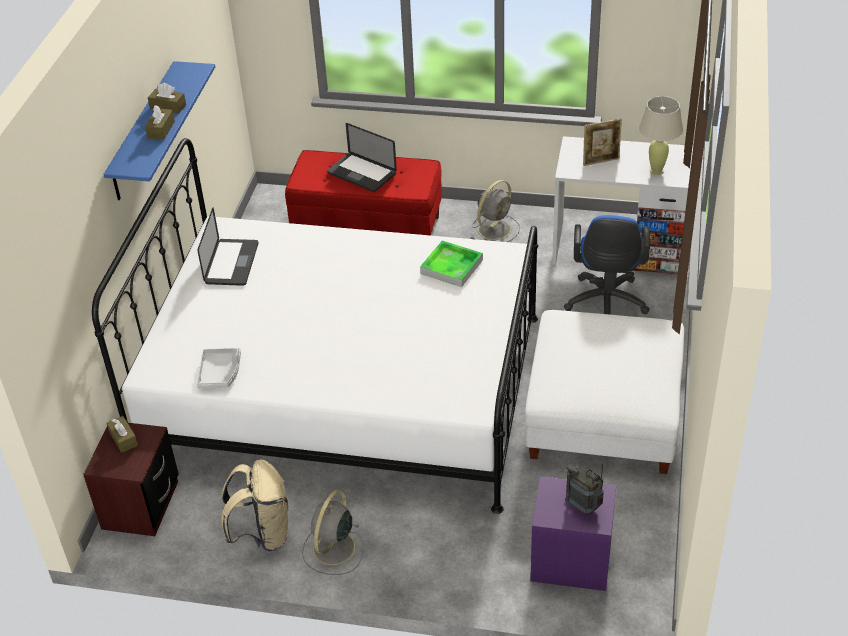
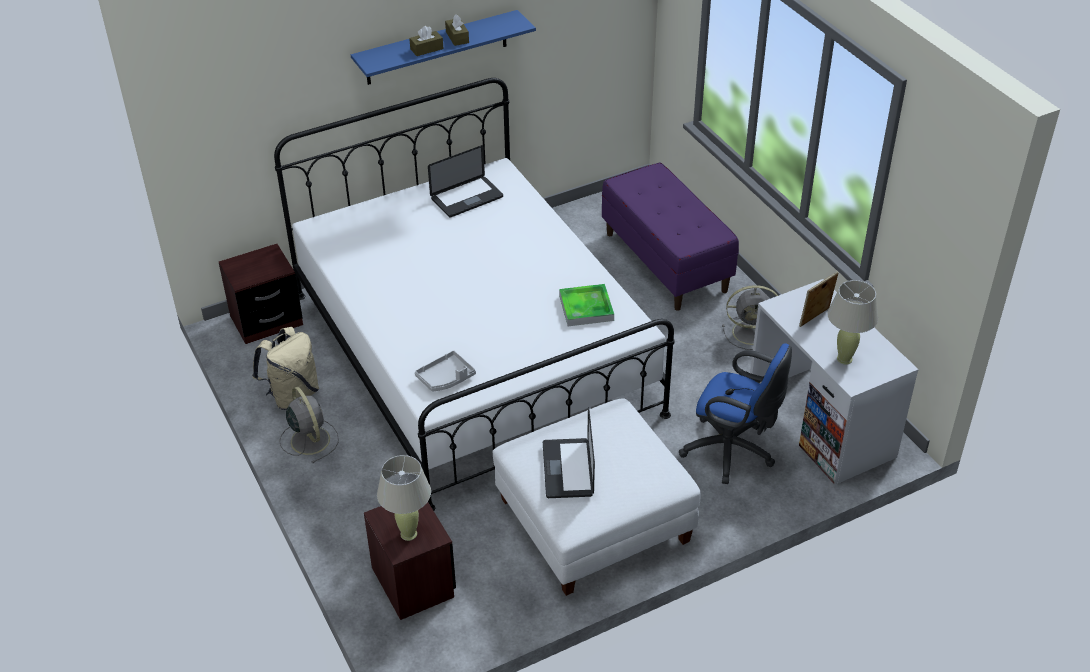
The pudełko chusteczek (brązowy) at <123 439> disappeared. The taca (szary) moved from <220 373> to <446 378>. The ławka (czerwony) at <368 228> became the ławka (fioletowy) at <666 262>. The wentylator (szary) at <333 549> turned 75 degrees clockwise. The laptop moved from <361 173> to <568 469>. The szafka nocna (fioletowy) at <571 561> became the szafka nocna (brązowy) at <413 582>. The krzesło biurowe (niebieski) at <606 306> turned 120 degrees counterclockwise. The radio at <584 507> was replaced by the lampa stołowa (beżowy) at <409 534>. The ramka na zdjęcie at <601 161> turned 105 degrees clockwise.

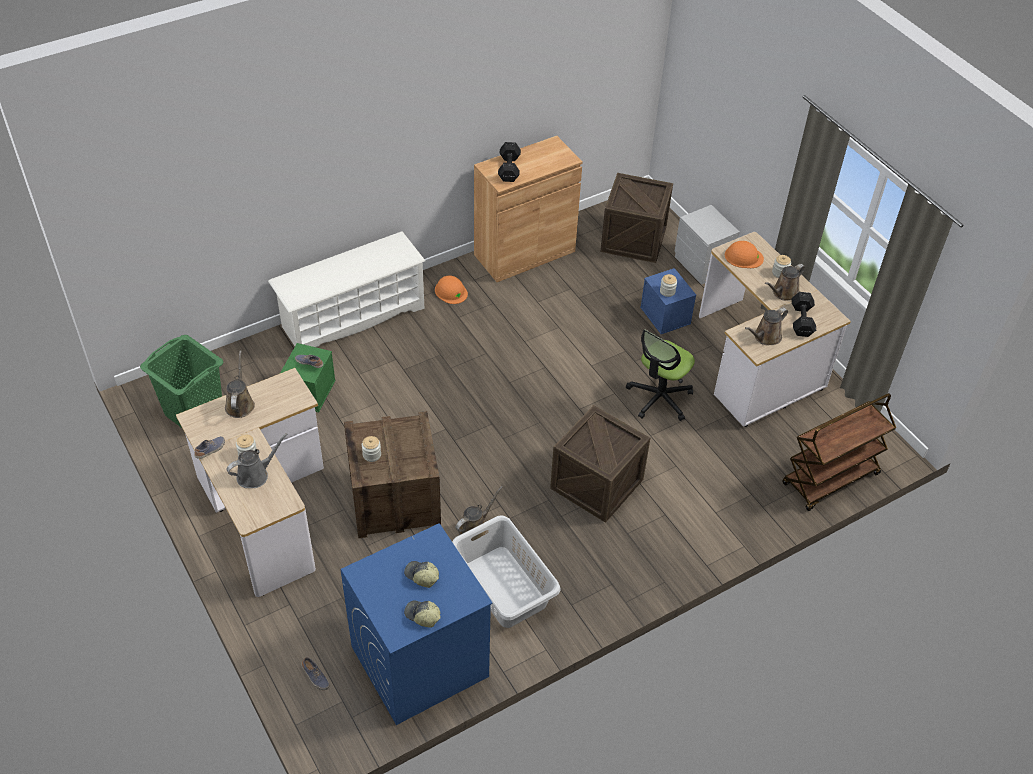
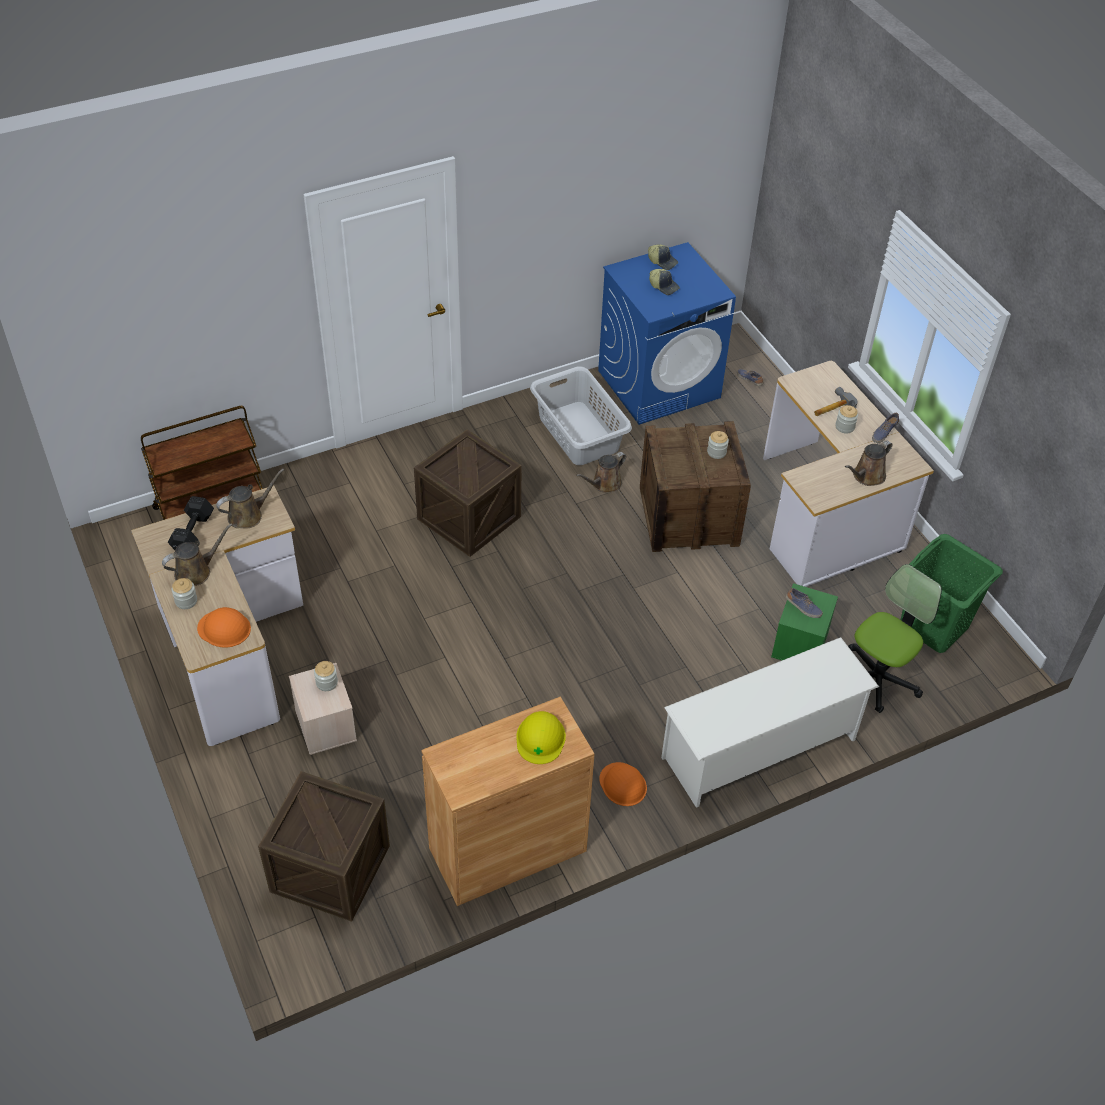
The konewka (brązowy) at <240 404> turned 45 degrees clockwise. The konewka (szary) at <255 475> was replaced by the młotek at <832 407>. The hantel (czarny) at <508 169> was replaced by the kask (żółty) at <540 738>. The krzesło biurowe moved from <659 398> to <878 678>. The pojemnik do przechowywania (niebieski) at <666 316> became the pojemnik do przechowywania (beżowy) at <324 724>. The szafka nocna (szary) at <702 264> disappeared.

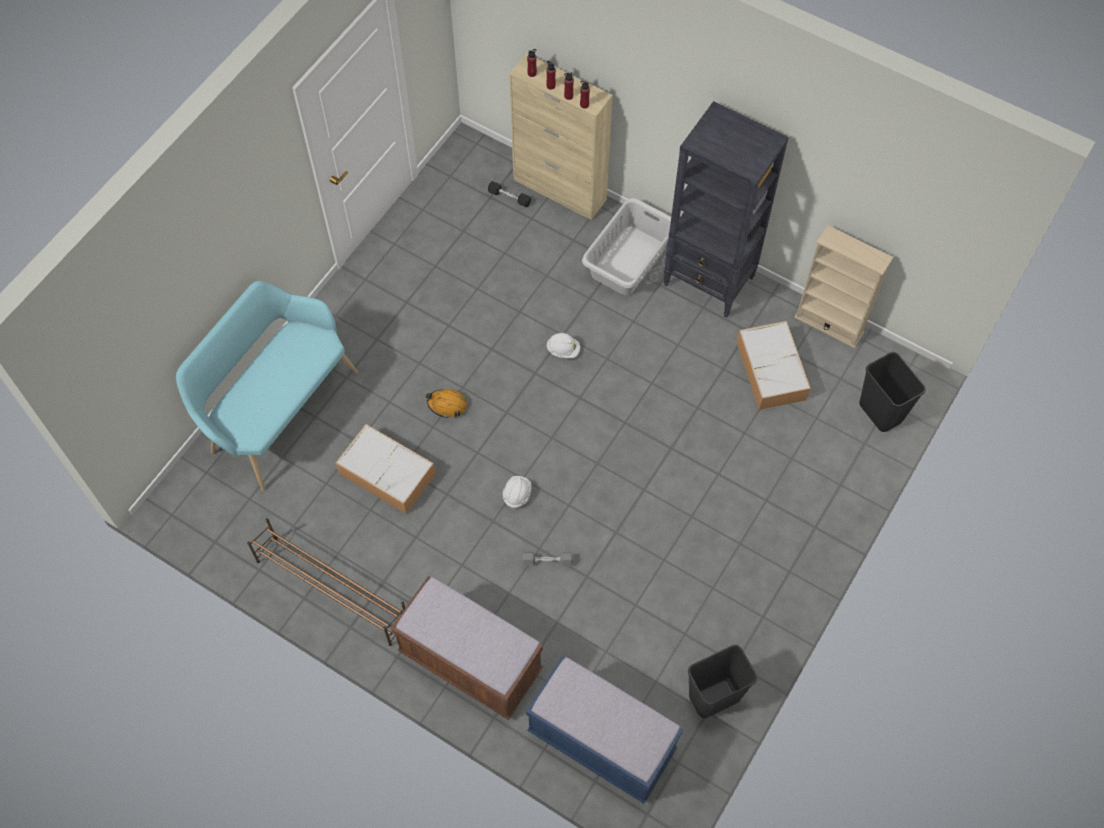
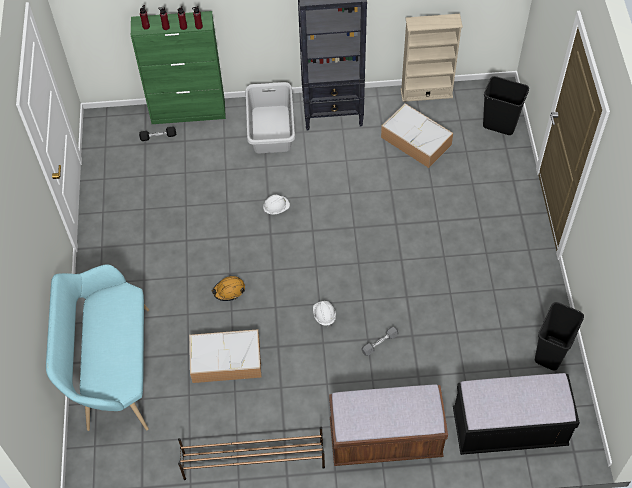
The szafka (beżowy) at <560 190> became the szafka (zielony) at <189 112>. The ławka (niebieski) at <601 741> became the ławka (czarny) at <509 429>.

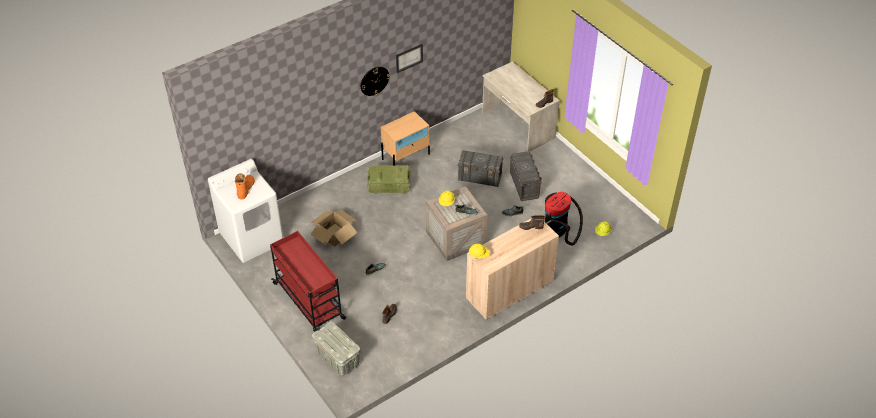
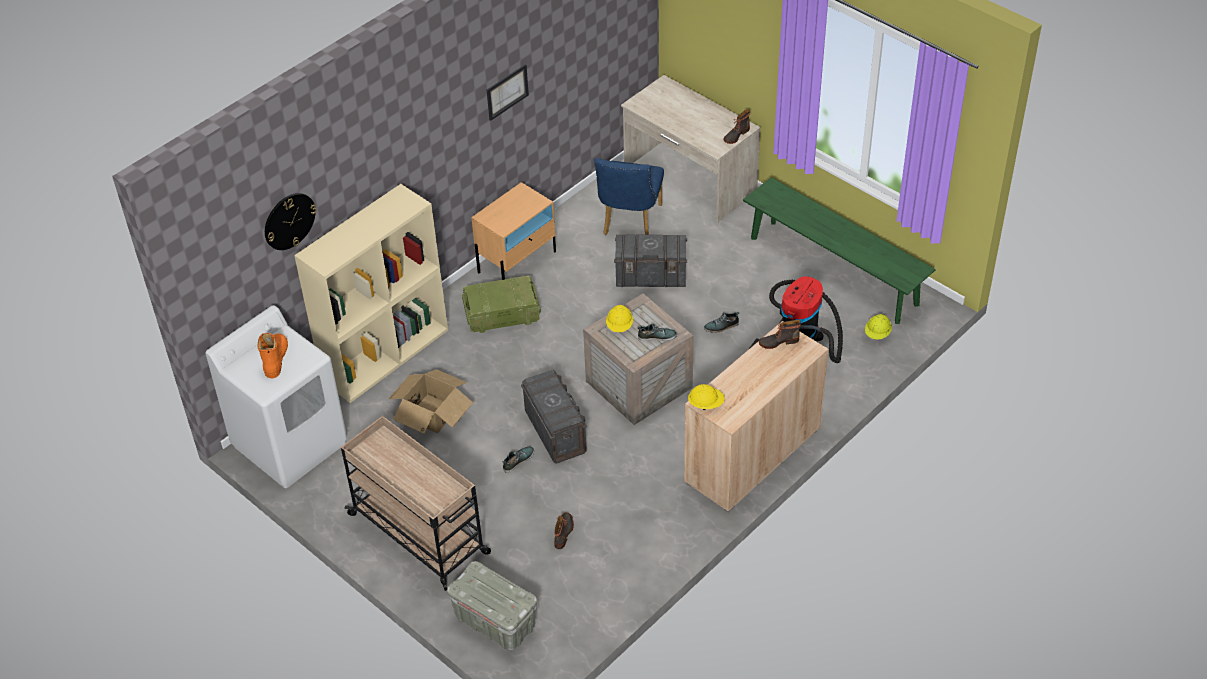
The wózek (czerwony) at <309 301> became the wózek (beżowy) at <420 535>. The zegar ścienny moved from <374 80> to <289 221>. The pojemnik do przechowywania (szary) moved from <524 185> to <555 432>. The regał (beżowy) at <385 354> appeared. The krzesło (niebieski) at <629 223> appeared. The ławka (zielony) at <833 271> appeared.

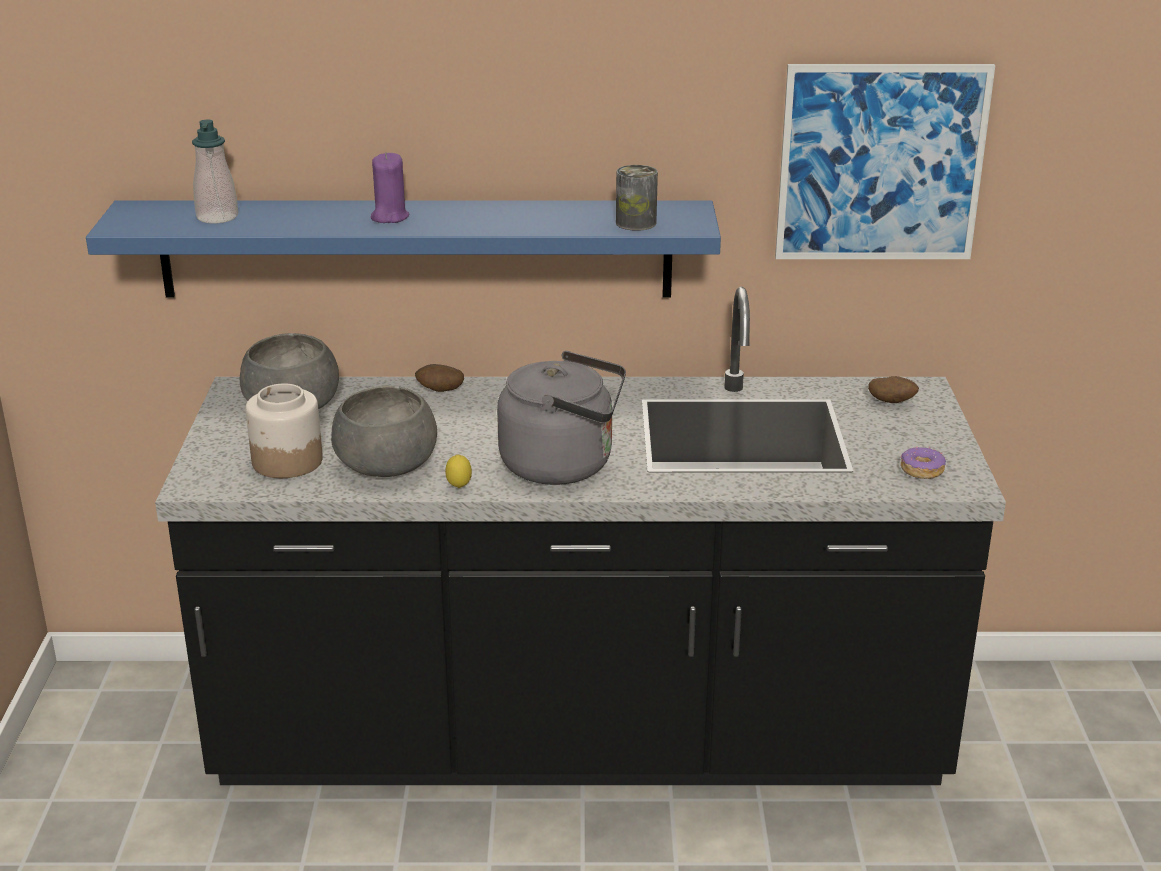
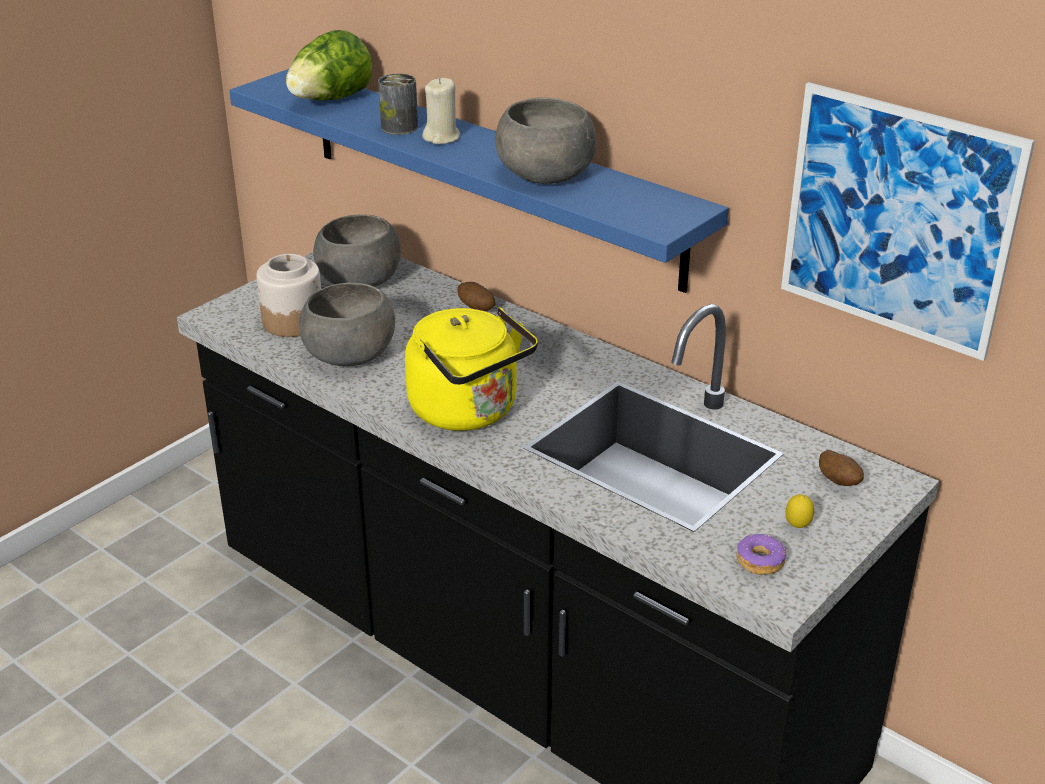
The dozownik mydła at <217 217> was replaced by the sałata at <330 100>. The świeca (fioletowy) at <389 217> became the świeca (beżowy) at <442 138>. The cytryna moved from <459 487> to <797 527>. The czajnik (szary) at <564 465> became the czajnik (żółty) at <469 412>. The puszka moved from <636 223> to <399 127>. The miska (szary) at <546 174> appeared.

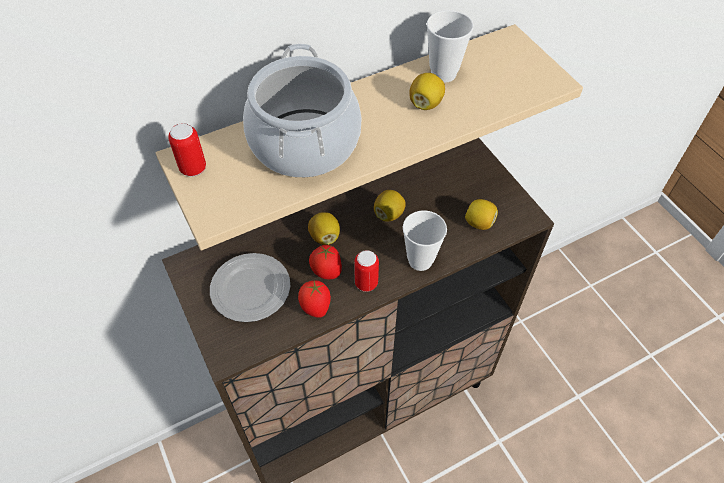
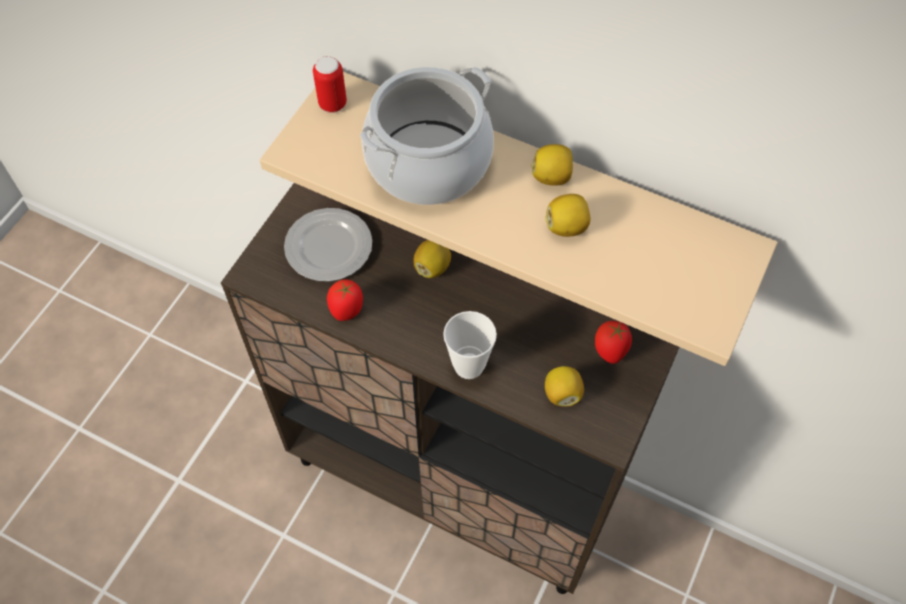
The pomidor moved from <326 272> to <609 351>. The puszka at <366 283> disappeared. The cytryna moved from <389 214> to <552 177>. The filiżanka at <443 74> disappeared.

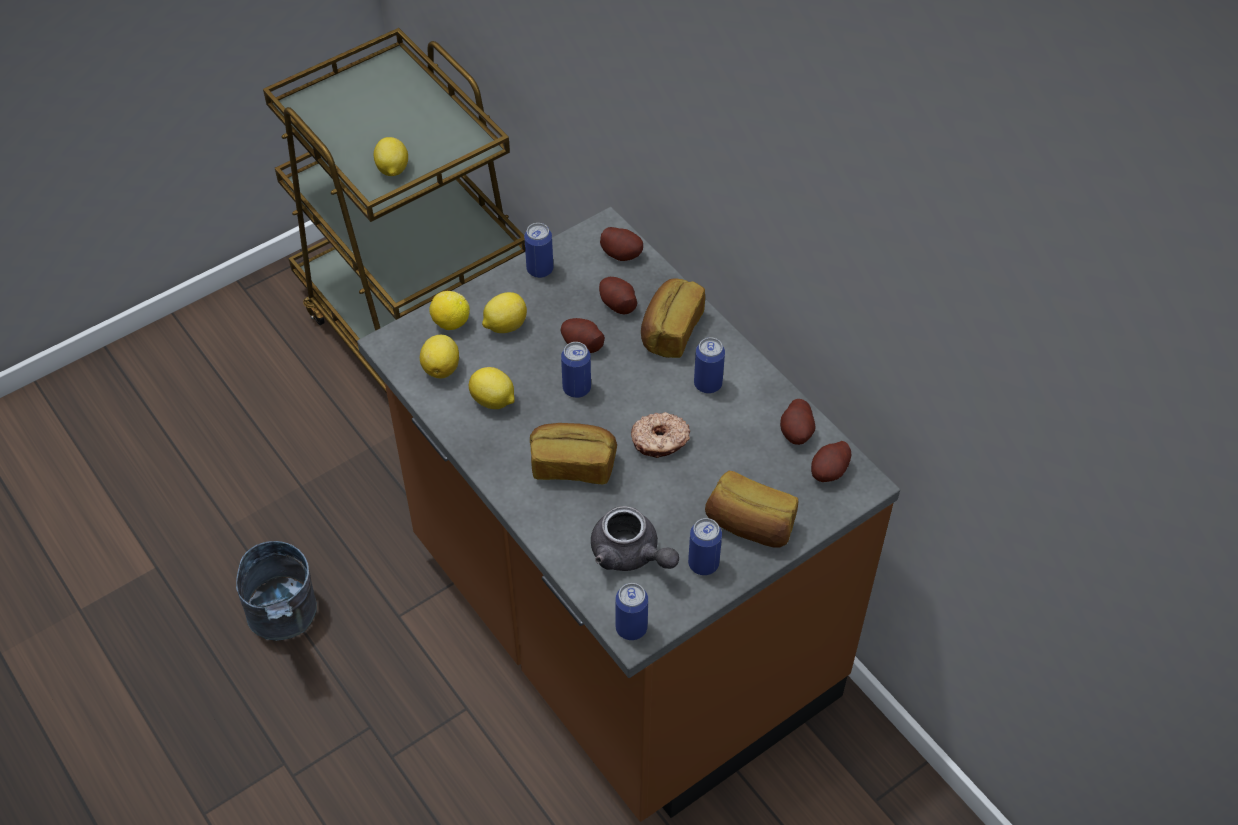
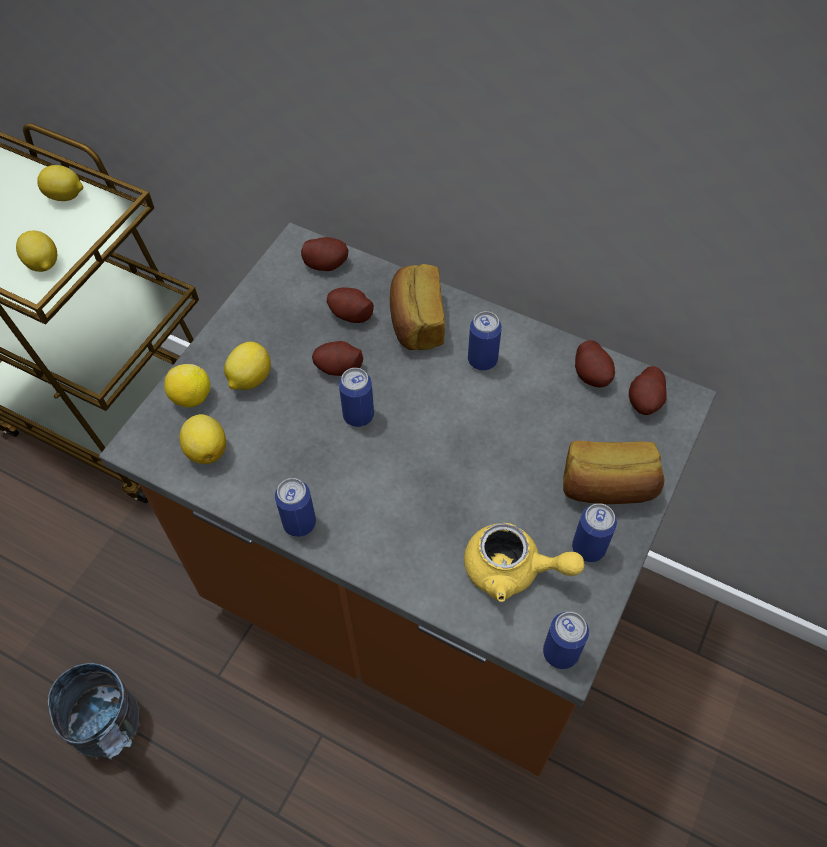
The cytryna moved from <493 401> to <66 196>. The puszka moved from <540 269> to <299 523>. The chleb at <572 464> disappeared. The imbryk (szary) at <631 555> became the imbryk (żółty) at <513 570>. The donut at <660 441> disappeared.

